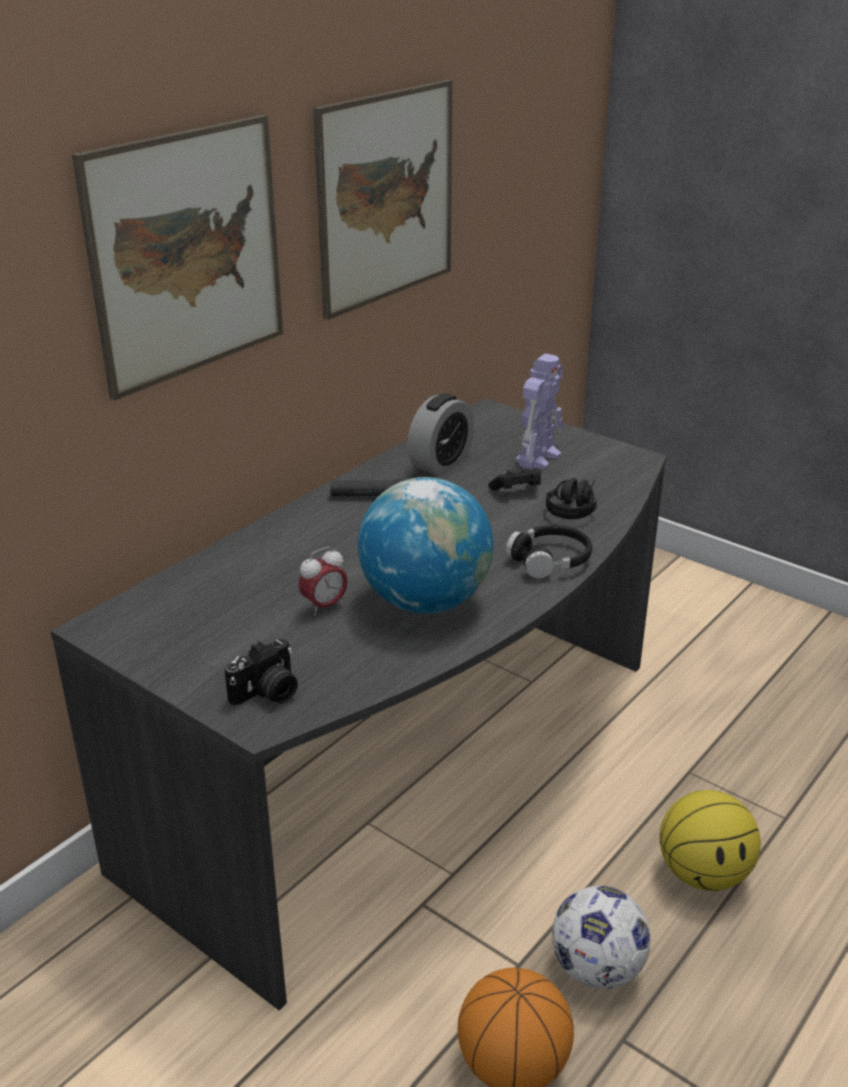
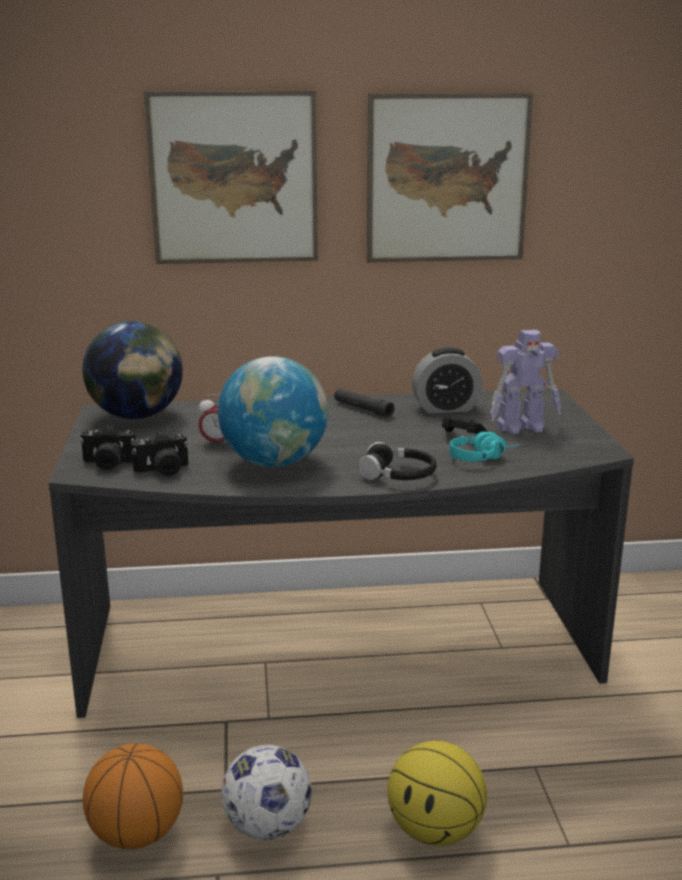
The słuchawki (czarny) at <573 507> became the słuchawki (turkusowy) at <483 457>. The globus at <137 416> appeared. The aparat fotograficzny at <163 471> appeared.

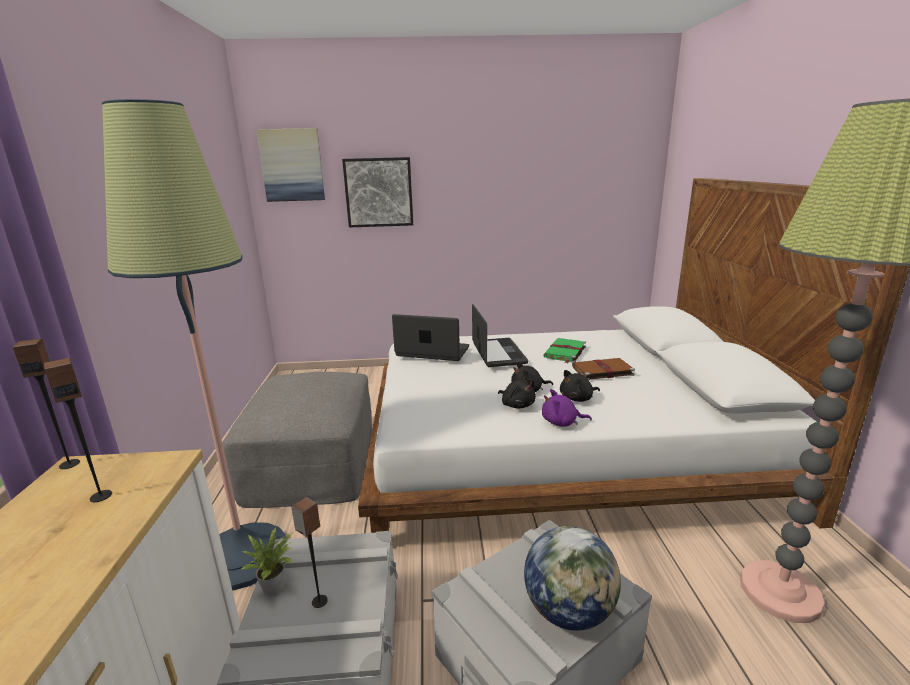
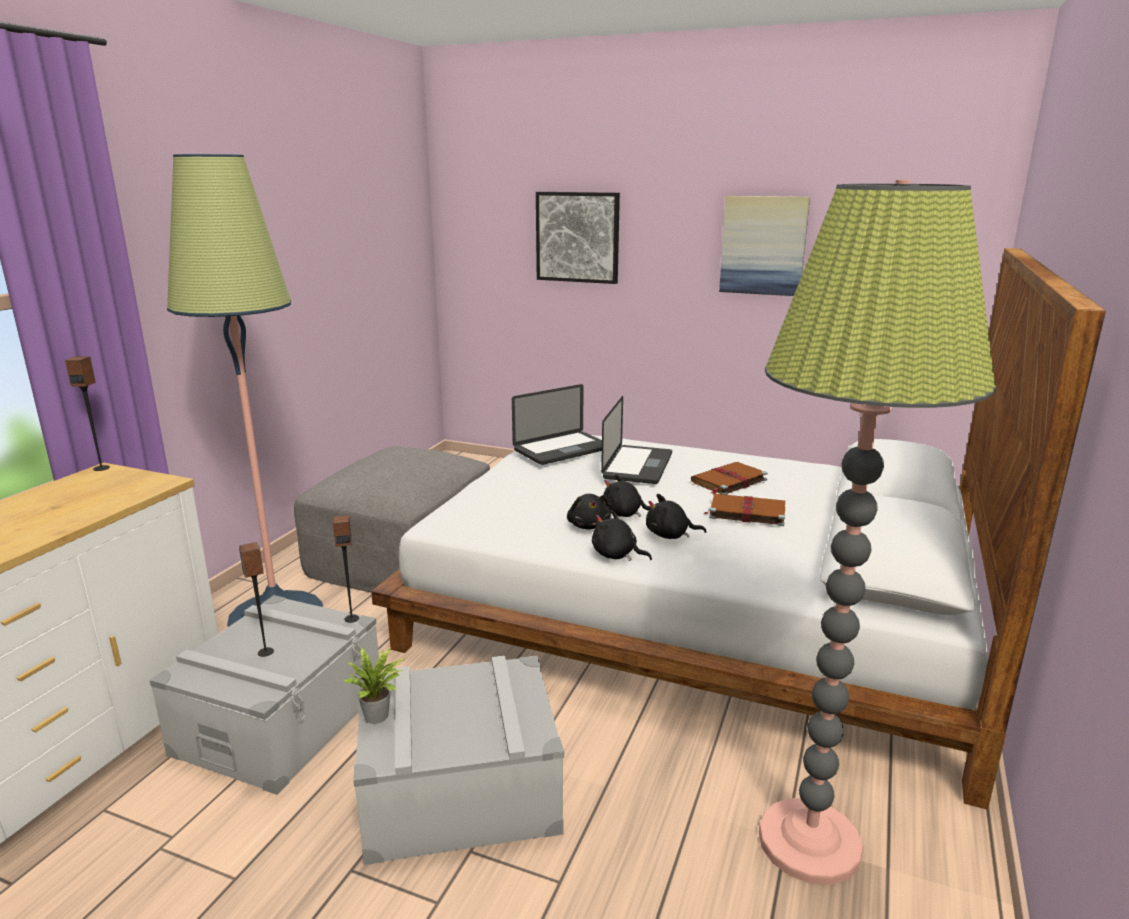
The głośnik moved from <101 496> to <351 618>. The roślina doniczkowa moved from <276 587> to <379 716>. The obraz moved from <292 165> to <763 245>. The laptop at <432 352> turned 105 degrees clockwise. The globus at <569 611> disappeared. The pluszak (fioletowy) at <562 423> became the pluszak (czarny) at <616 555>. The książka (zielony) at <565 352> became the książka (brązowy) at <728 481>.

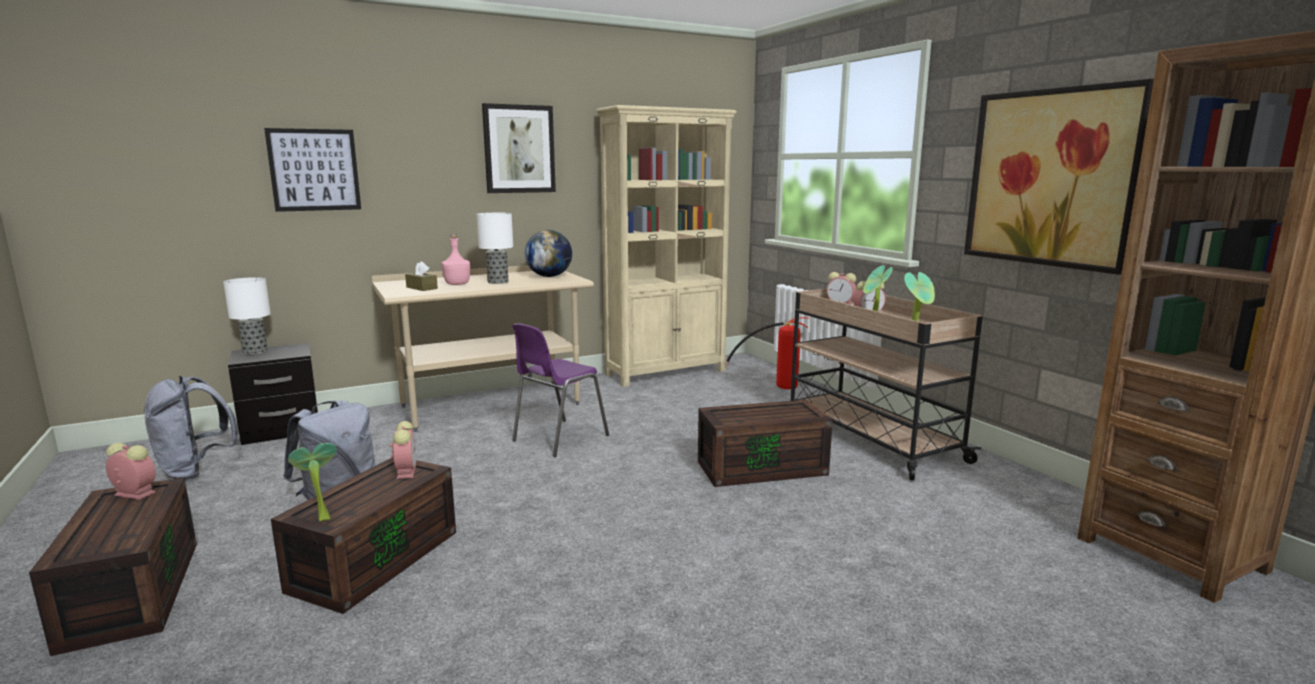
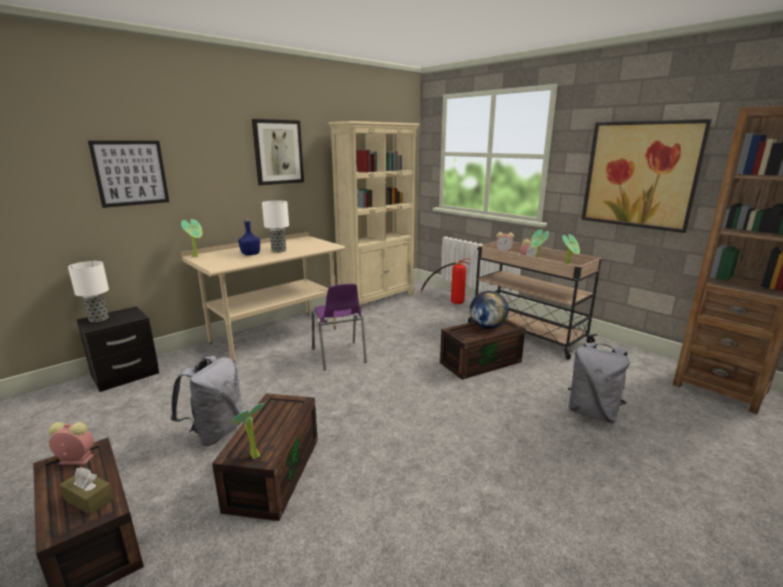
The plecak (szary) moved from <195 471> to <593 412>. The budzik at <406 471> disappeared. The pudełko chusteczek (brązowy) moved from <421 288> to <89 499>. The butelka (różowy) at <456 284> became the butelka (niebieski) at <250 254>. The krzesło (fioletowy) at <558 438> turned 45 degrees counterclockwise. The globus moved from <549 276> to <487 327>. The roślina doniczkowa at <197 256> appeared.

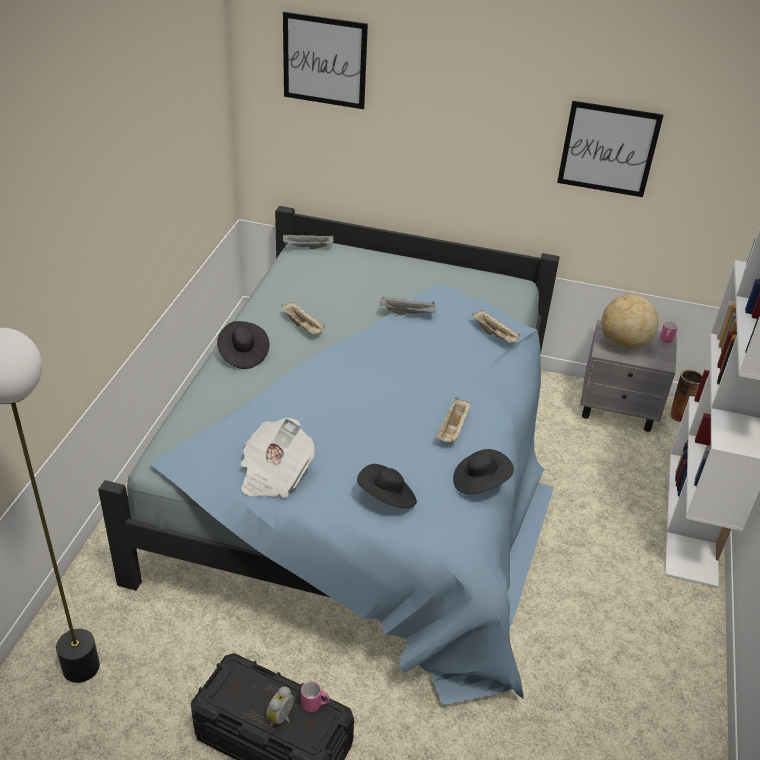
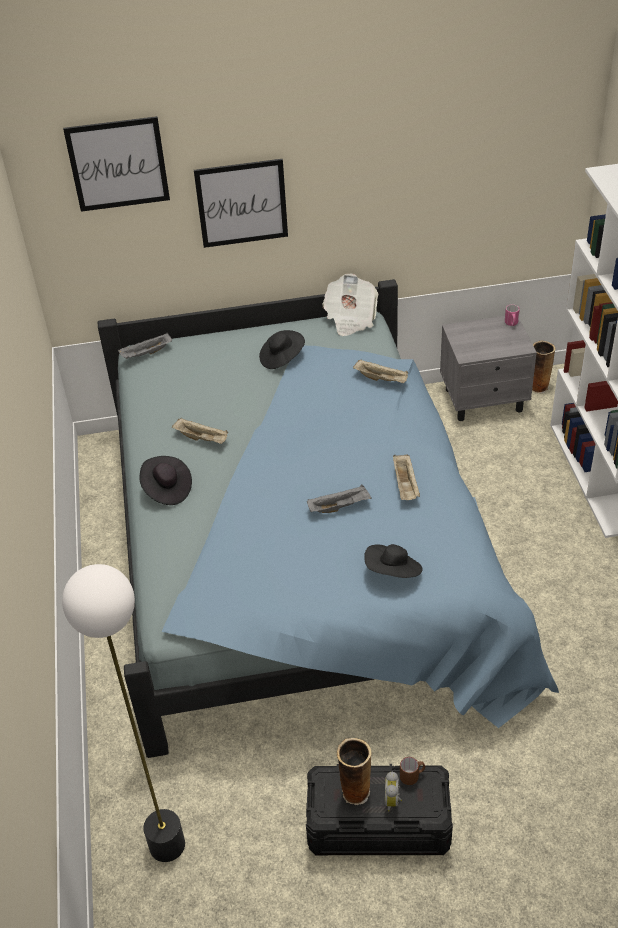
The gazeta moved from <274 474> to <350 318>. The kubek (różowy) at <315 705> became the kubek (brązowy) at <412 776>. The taca (szary) moved from <408 313> to <339 506>. The kapelusz (czarny) moved from <480 482> to <281 358>. The obraz moved from <608 149> to <242 203>. The globus at <623 344> disappeared. The wazon at <355 791> appeared.

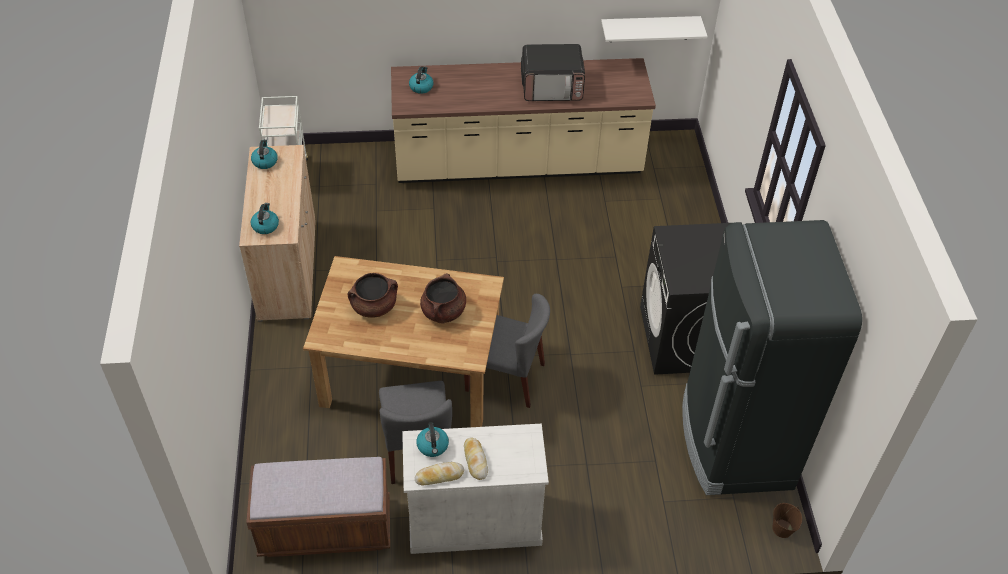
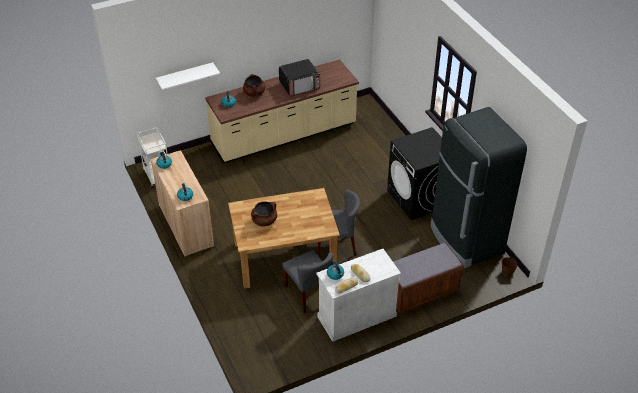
The ławka (brązowy) moved from <325 529> to <421 292>. The garnek (brązowy) moved from <443 312> to <254 93>. The półka (biały) moved from <649 29> to <185 76>.

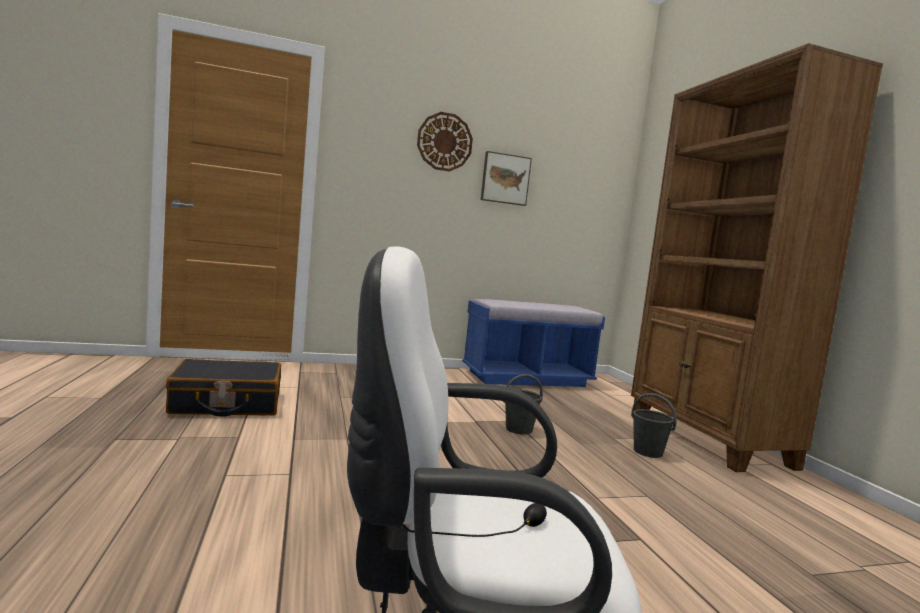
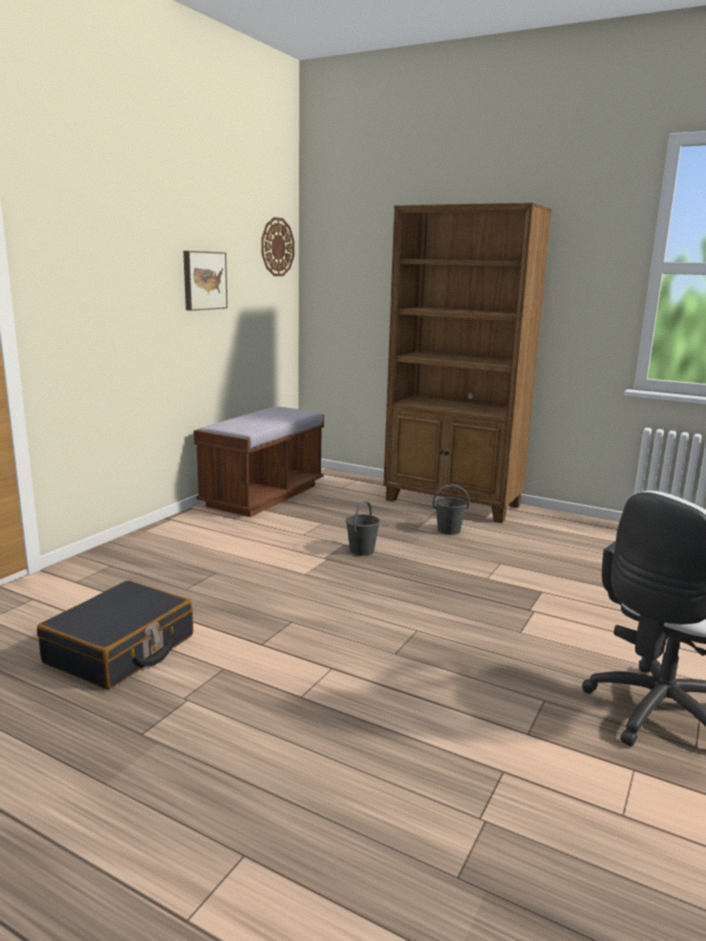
The zegar ścienny moved from <444 142> to <277 247>. The ławka (niebieski) at <526 378> became the ławka (brązowy) at <263 496>.

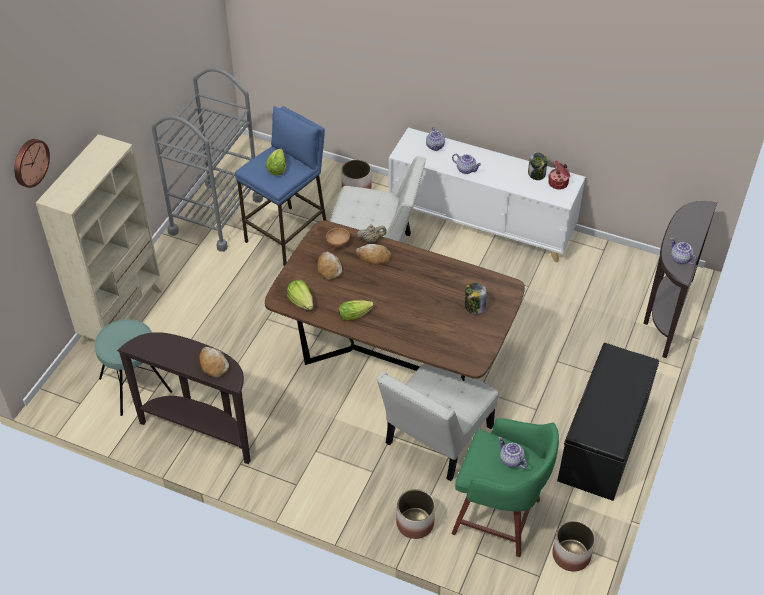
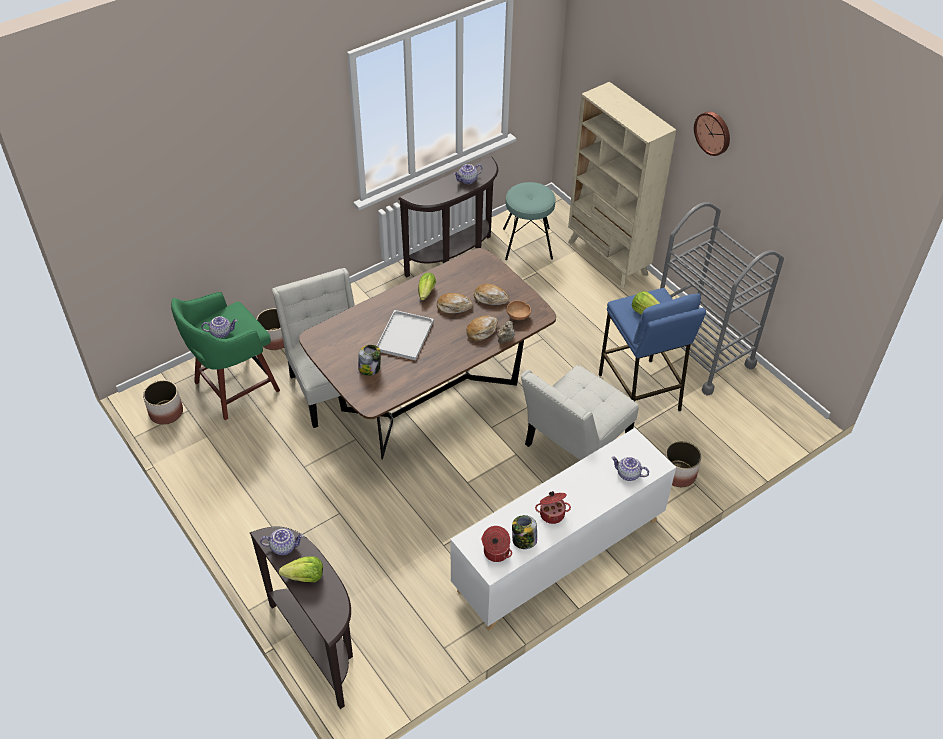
The zegar ścienny moved from <29 162> to <713 132>. The chleb moved from <213 365> to <454 307>. The sałata moved from <301 302> to <305 577>. The imbryk moved from <466 169> to <468 180>. The ławka (czarny) at <604 441> disappeared. The taca (biały) at <405 337> appeared. The garnek at <552 513> appeared.

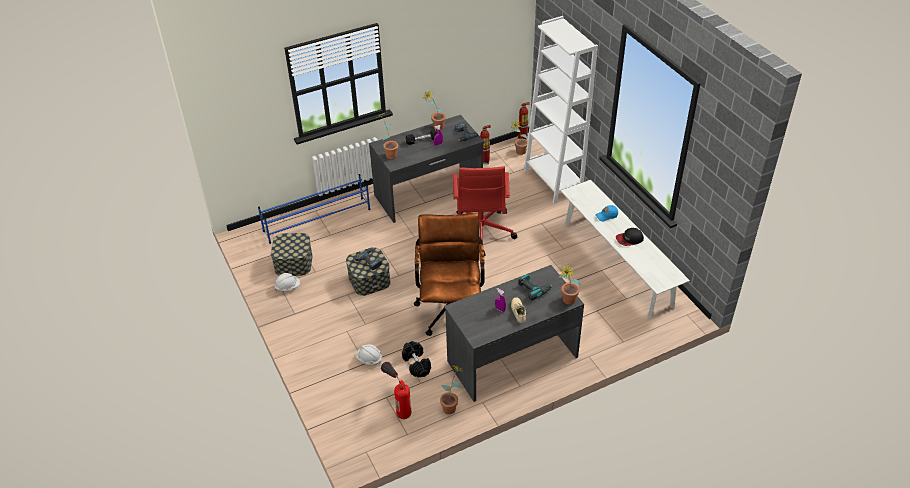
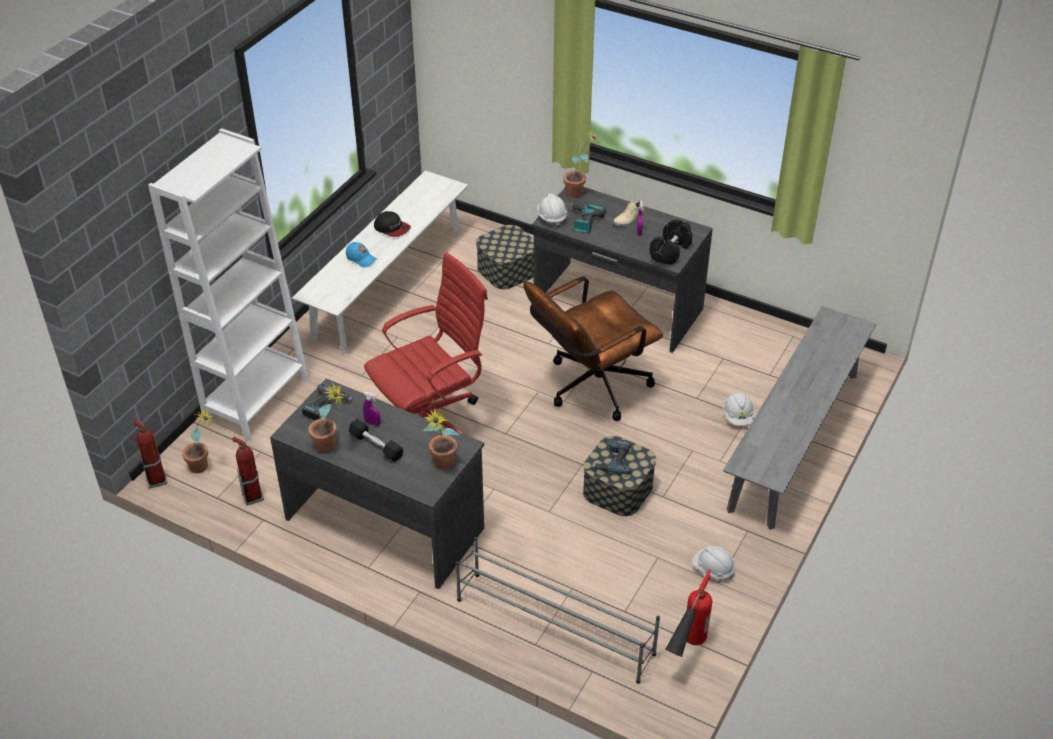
The regał na buty (niebieski) at <317 220> became the regał na buty (szary) at <554 626>. The pojemnik do przechowywania moved from <293 263> to <507 270>. The gaśnica moved from <398 403> to <686 652>. The hantel (czarny) moved from <416 364> to <670 251>. The roślina doniczkowa at <452 406> disappeared. The kask (biały) at <551 217> appeared. The ławka (szary) at <794 440> appeared.

